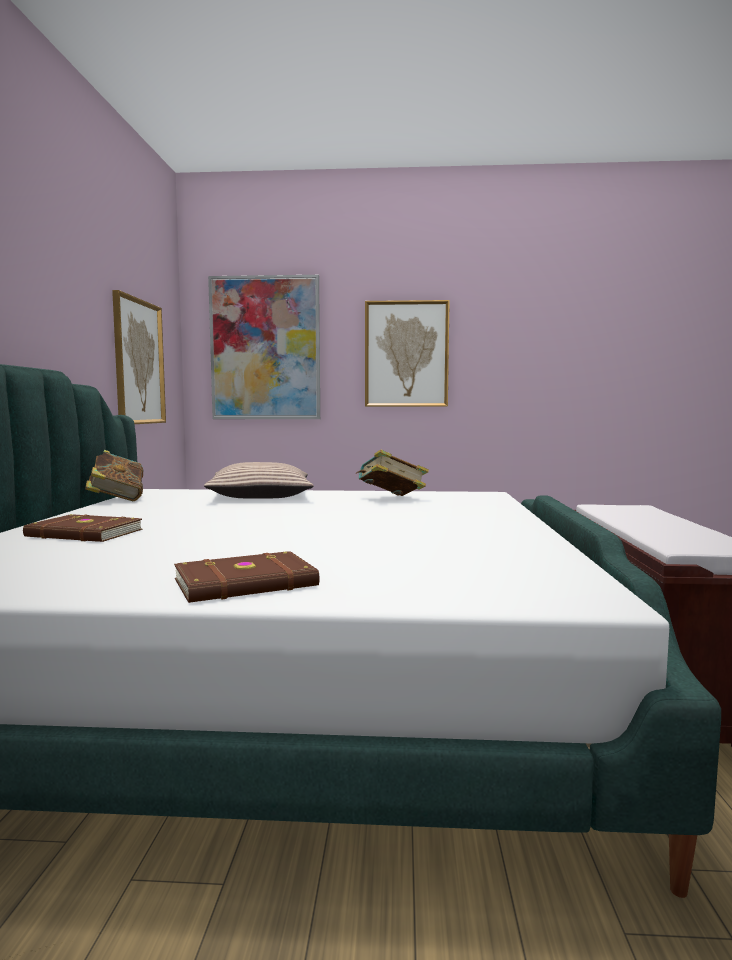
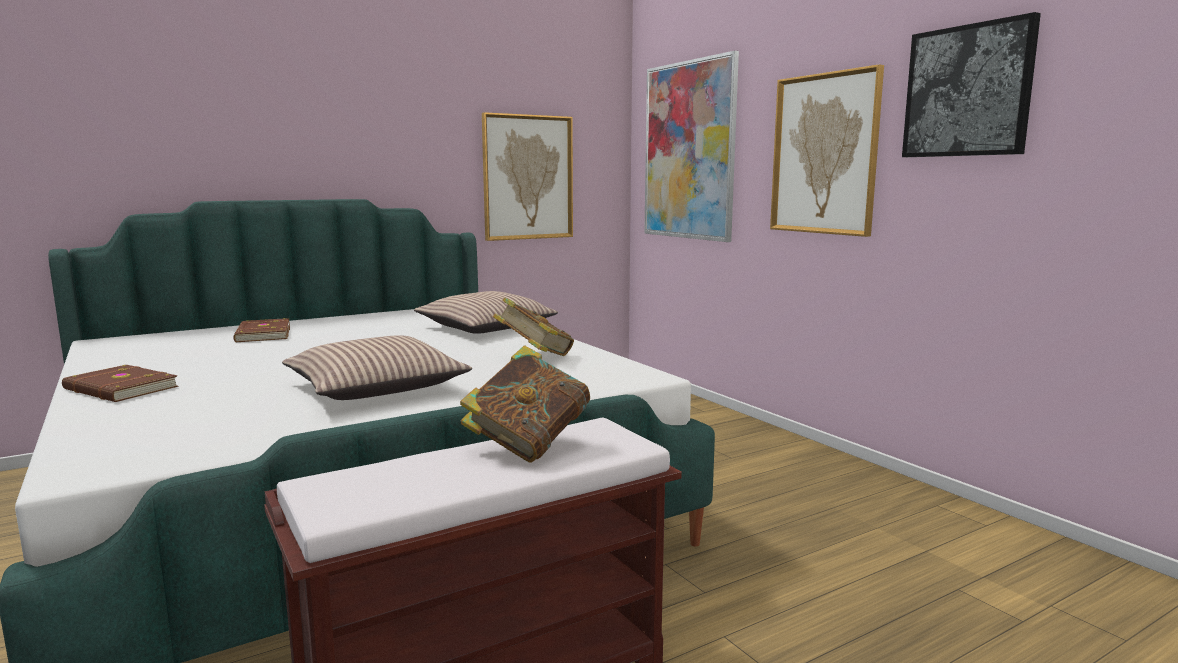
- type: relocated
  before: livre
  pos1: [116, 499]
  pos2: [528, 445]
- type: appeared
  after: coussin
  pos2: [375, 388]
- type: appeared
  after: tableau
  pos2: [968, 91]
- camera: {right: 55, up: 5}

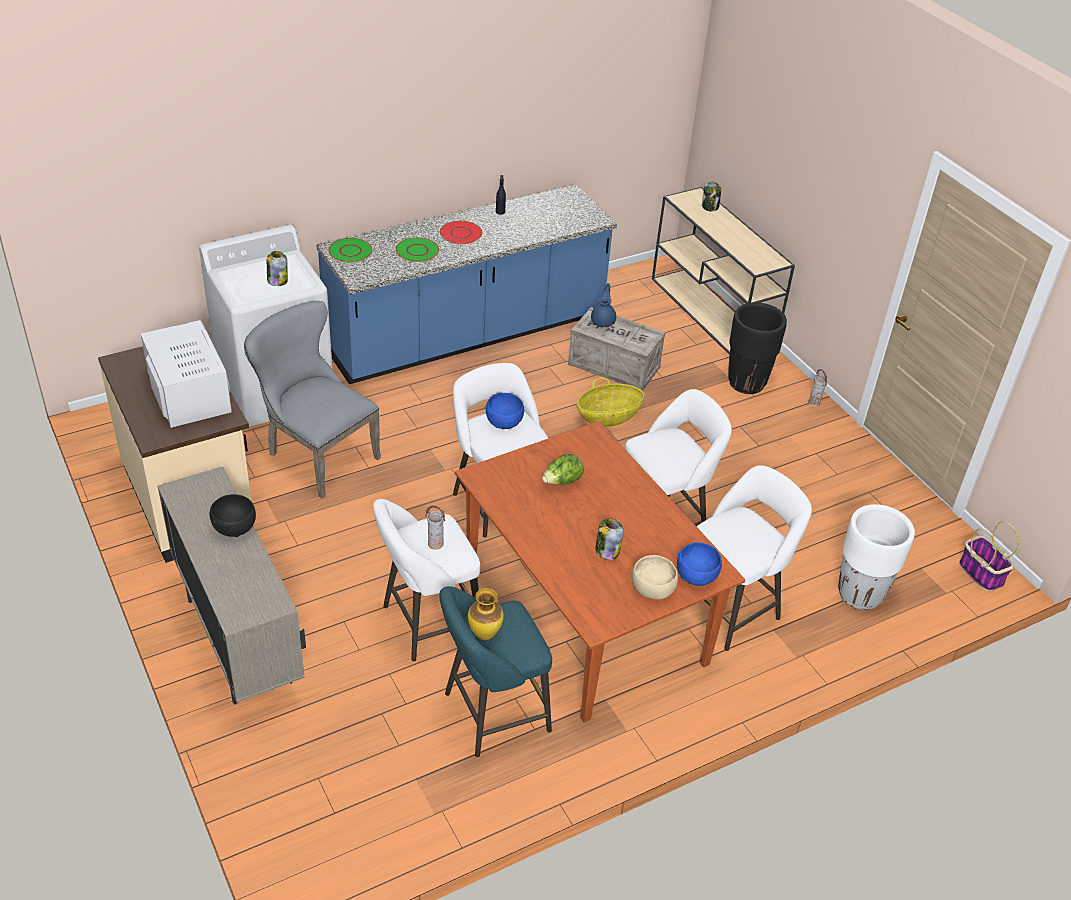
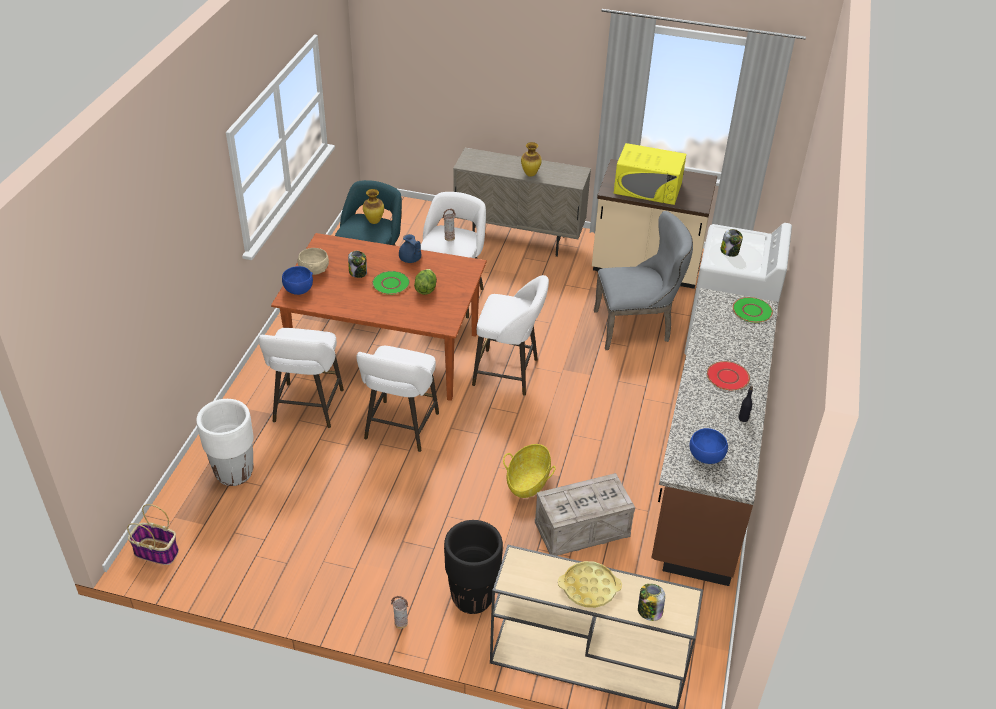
- type: colour
  before: micro-ondes/blanc
  after: micro-ondes/jaune
  pos1: [189, 392]
  pos2: [648, 188]
- type: exchanged
  before: bol/noir
  after: vase
  pos1: [234, 527]
  pos2: [530, 174]
- type: colour
  before: comptoir de cuisine/bleu
  after: comptoir de cuisine/marron
  pos1: [467, 336]
  pos2: [705, 470]
- type: relocated
  before: assiette/vert
  pos1: [417, 251]
  pos2: [391, 283]
- type: relocated
  before: bol/bleu
  pos1: [504, 422]
  pos2: [706, 456]
- type: relocated
  before: théière/bleu
  pos1: [603, 321]
  pos2: [410, 259]
- type: appeared
  after: plateau/jaune
  pos2: [589, 588]
- camera: {right: 135, up: 0}

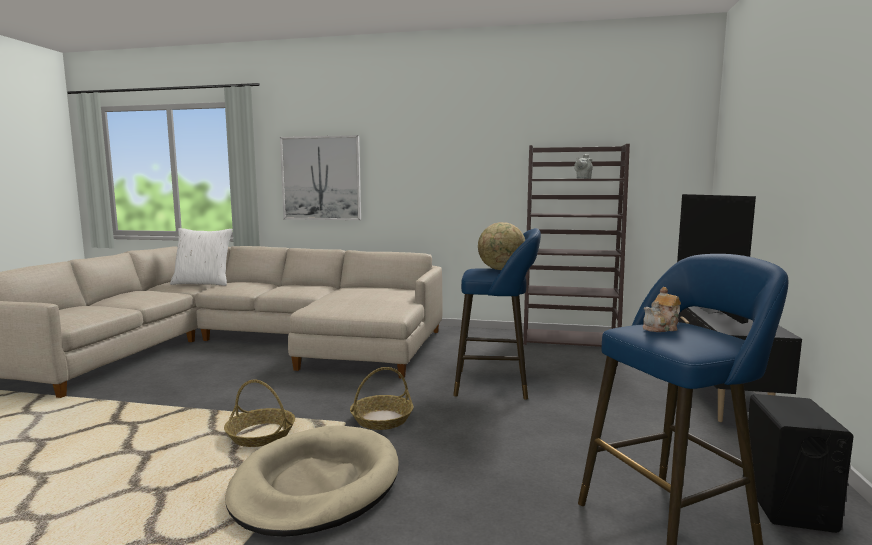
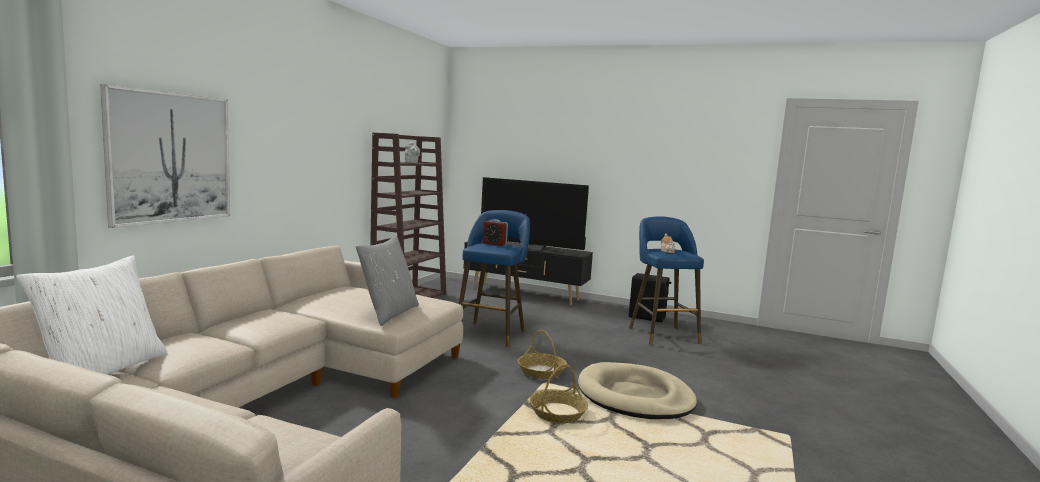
- type: exchanged
  before: globe
  after: réveil
  pos1: [501, 269]
  pos2: [494, 244]
- type: appeared
  after: coussin/gris
  pos2: [388, 313]
- camera: {right: -80, up: 0}

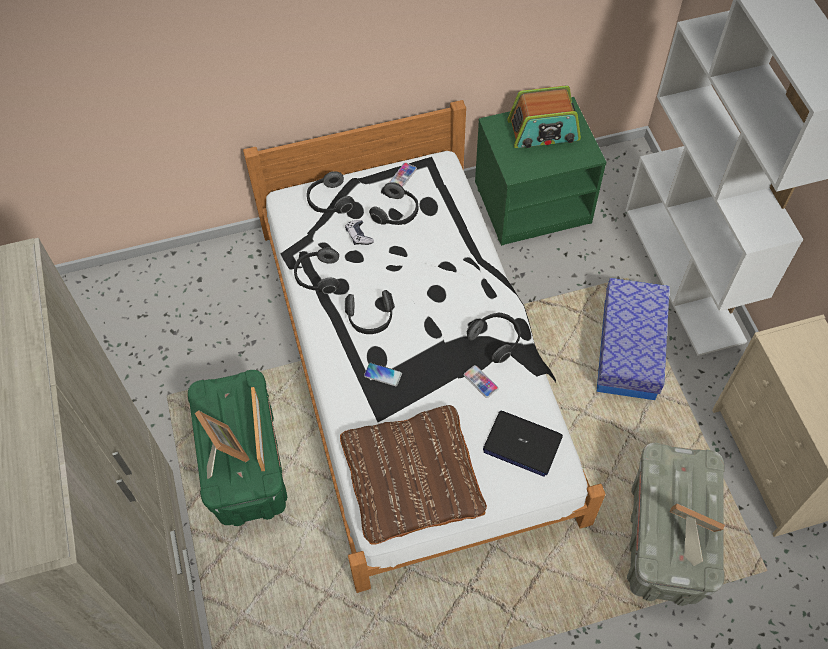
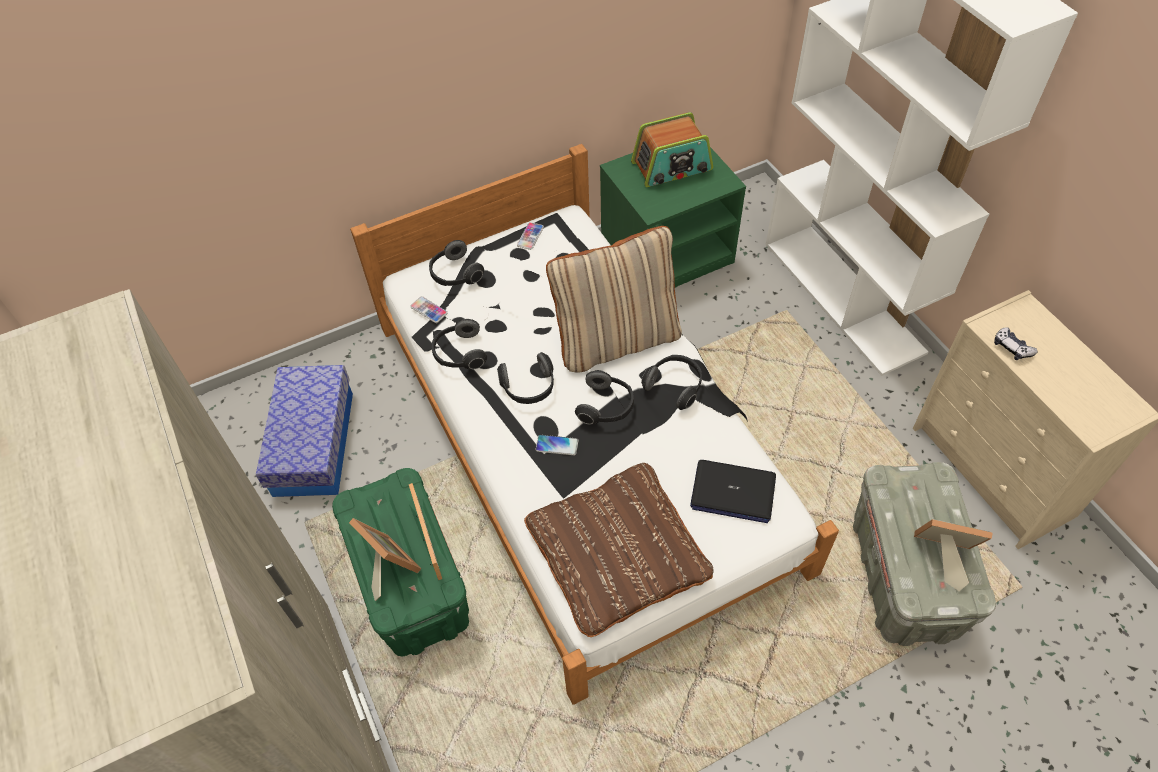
- type: relocated
  before: manette
  pos1: [359, 236]
  pos2: [1012, 348]
- type: relocated
  before: casque audio
  pos1: [396, 213]
  pos2: [606, 407]
- type: relocated
  before: téléphone
  pos1: [480, 382]
  pos2: [429, 310]
- type: relocated
  before: boîte de rangement
  pos1: [628, 350]
  pos2: [313, 443]
- type: appeared
  after: coussin/beige
  pos2: [616, 339]
- camera: {right: -10, up: -5}

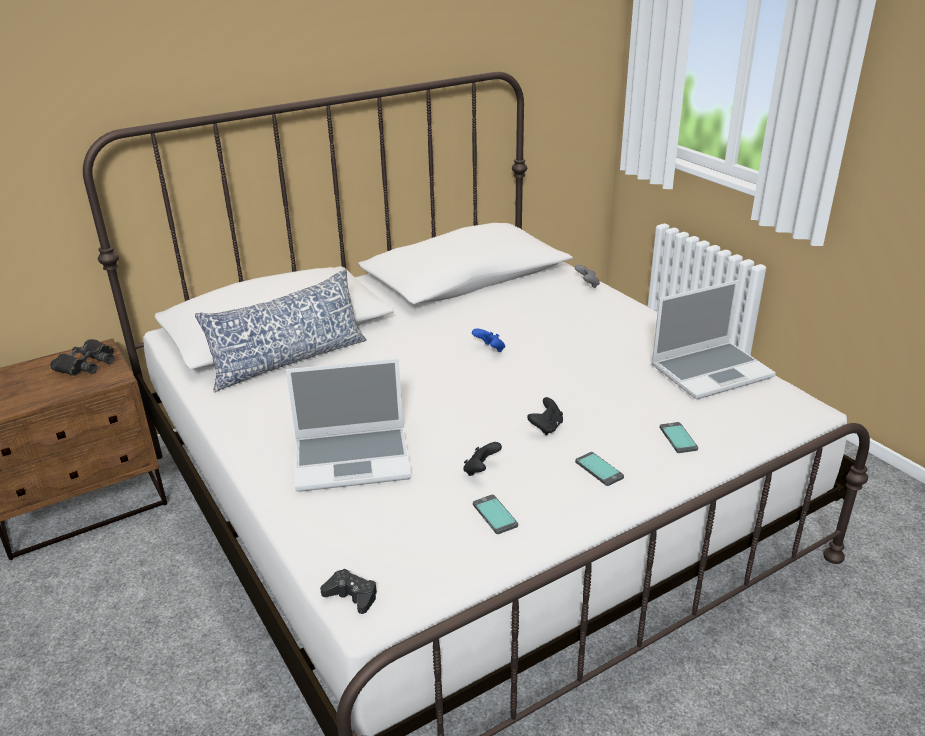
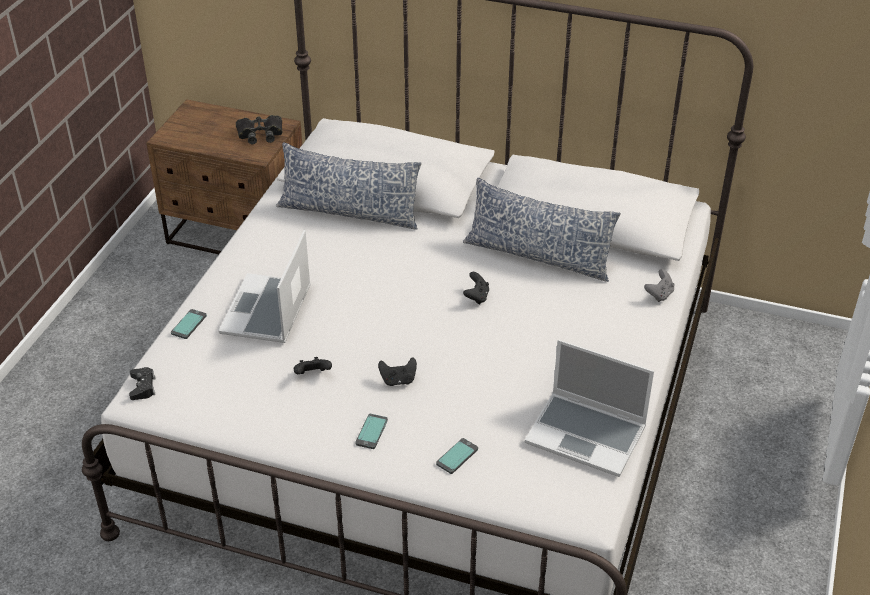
- type: spun
  before: ordinateur portable
  pos1: [354, 459]
  pos2: [267, 311]
  turn: 60
- type: colour
  before: manette/bleu
  after: manette/noir
  pos1: [490, 349]
  pos2: [476, 297]
- type: relocated
  before: téléphone
  pos1: [494, 515]
  pos2: [188, 324]
- type: appeared
  after: coussin
  pos2: [538, 256]
- camera: {right: 50, up: 10}

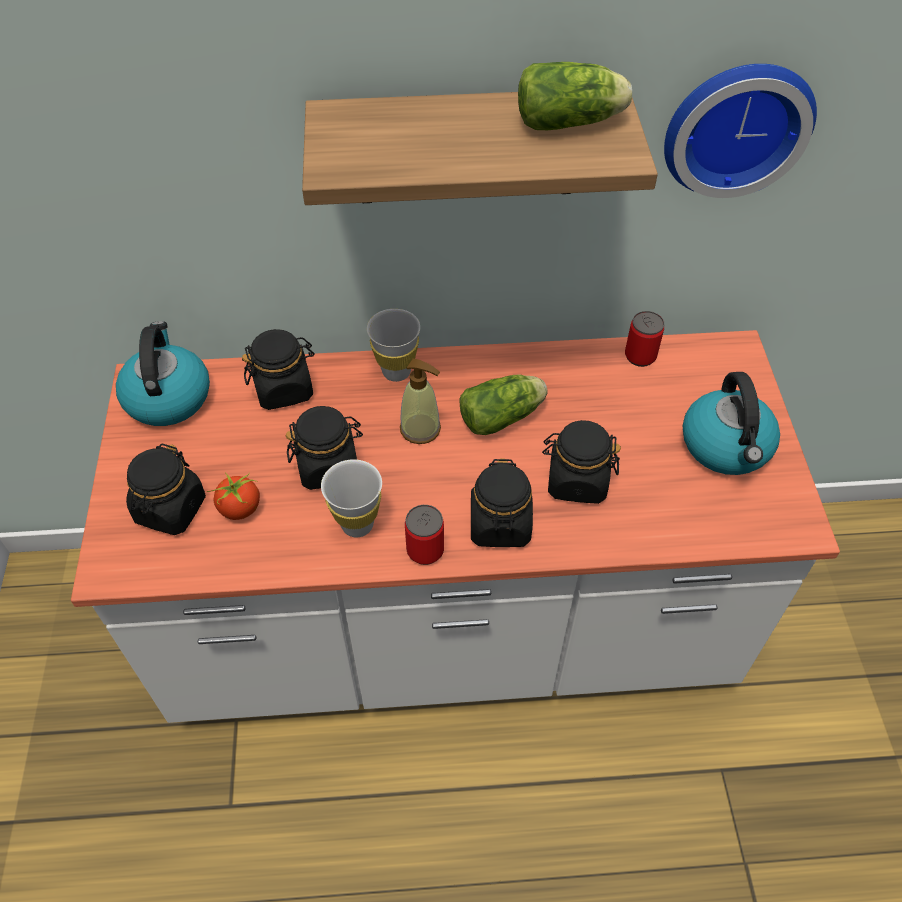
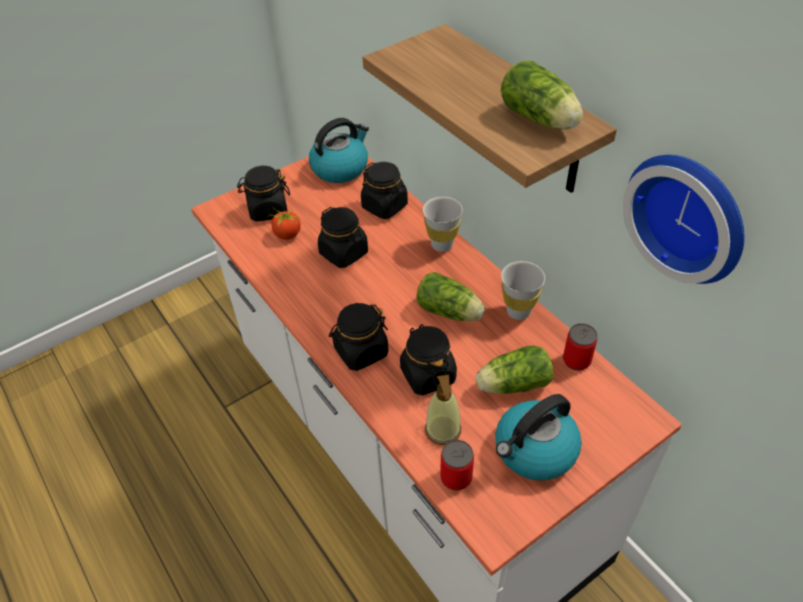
- type: relocated
  before: tasse/blanc
  pos1: [357, 524]
  pos2: [518, 311]
- type: relocated
  before: distributeur de savon
  pos1: [420, 429]
  pos2: [443, 430]
- type: relocated
  before: boîte métallique
  pos1: [425, 550]
  pos2: [456, 477]
- type: appeared
  after: laitue
  pos2: [511, 384]
- camera: {right: 60, up: -5}

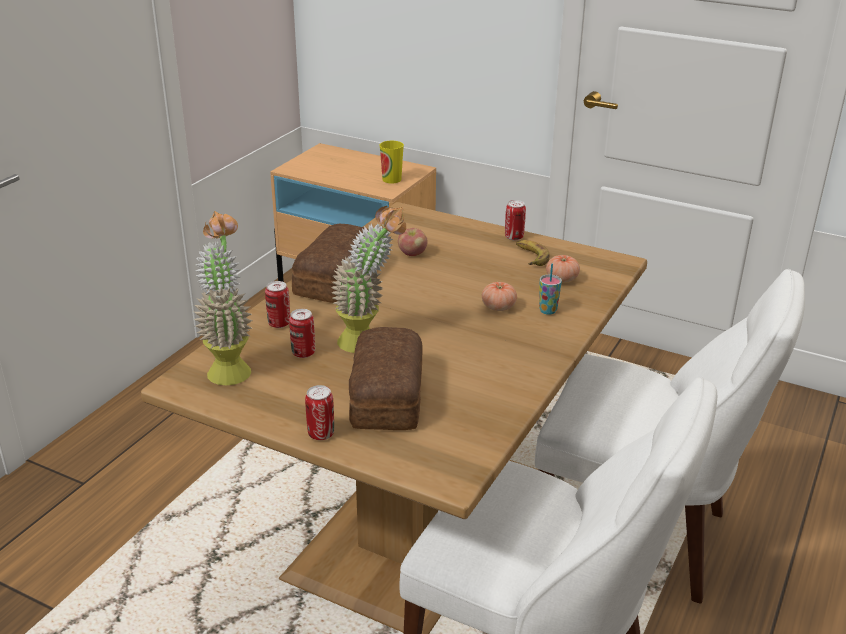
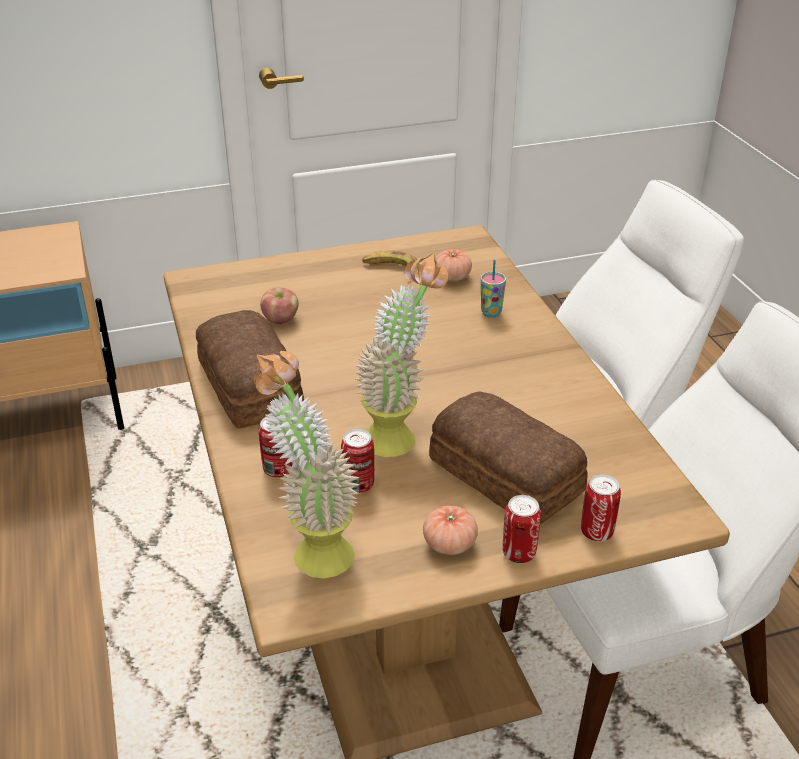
- type: missing
  before: tasse
  pos1: [391, 179]
- type: relocated
  before: tomate
  pos1: [498, 307]
  pos2: [449, 544]
- type: relocated
  before: boîte métallique
  pos1: [514, 237]
  pos2: [596, 532]
- camera: {right: -45, up: 5}

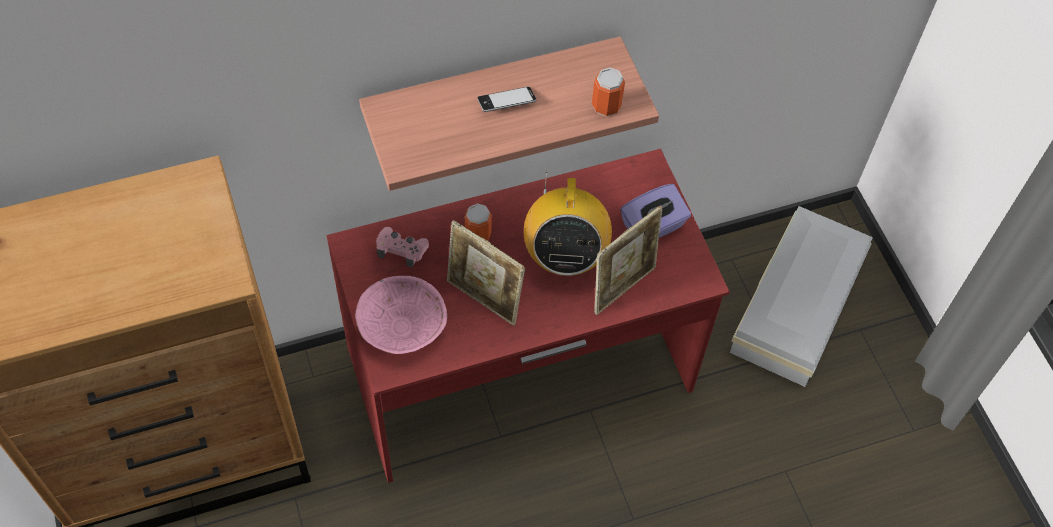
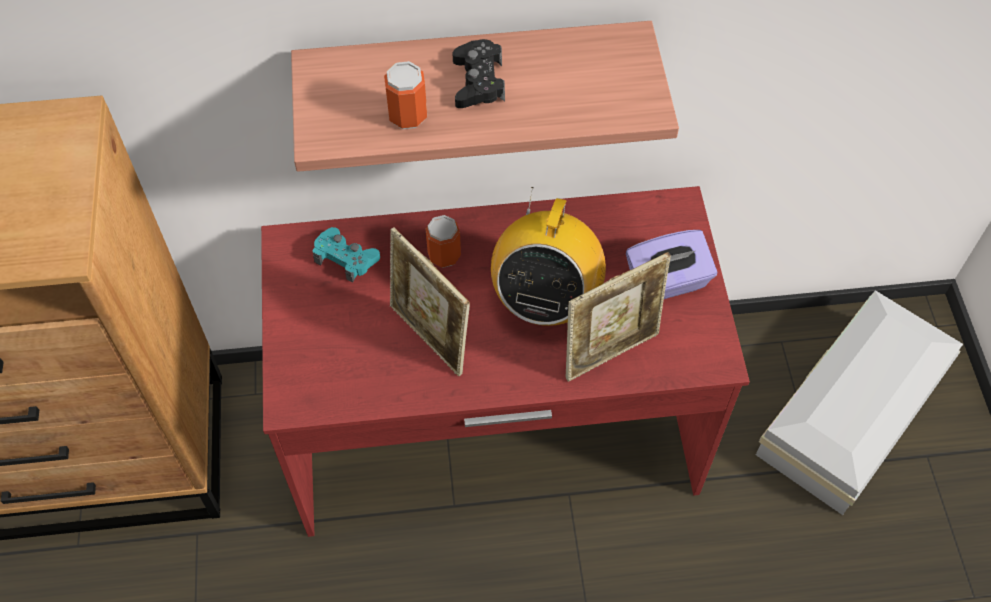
- type: missing
  before: bol/rose
  pos1: [401, 325]
- type: colour
  before: manette/rose
  after: manette/turquoise
  pos1: [401, 249]
  pos2: [346, 258]
- type: exchanged
  before: téléphone
  after: manette/noir
  pos1: [506, 102]
  pos2: [478, 82]
- type: relocated
  before: boîte métallique
  pos1: [606, 106]
  pos2: [408, 116]
- camera: {right: 15, up: 0}

